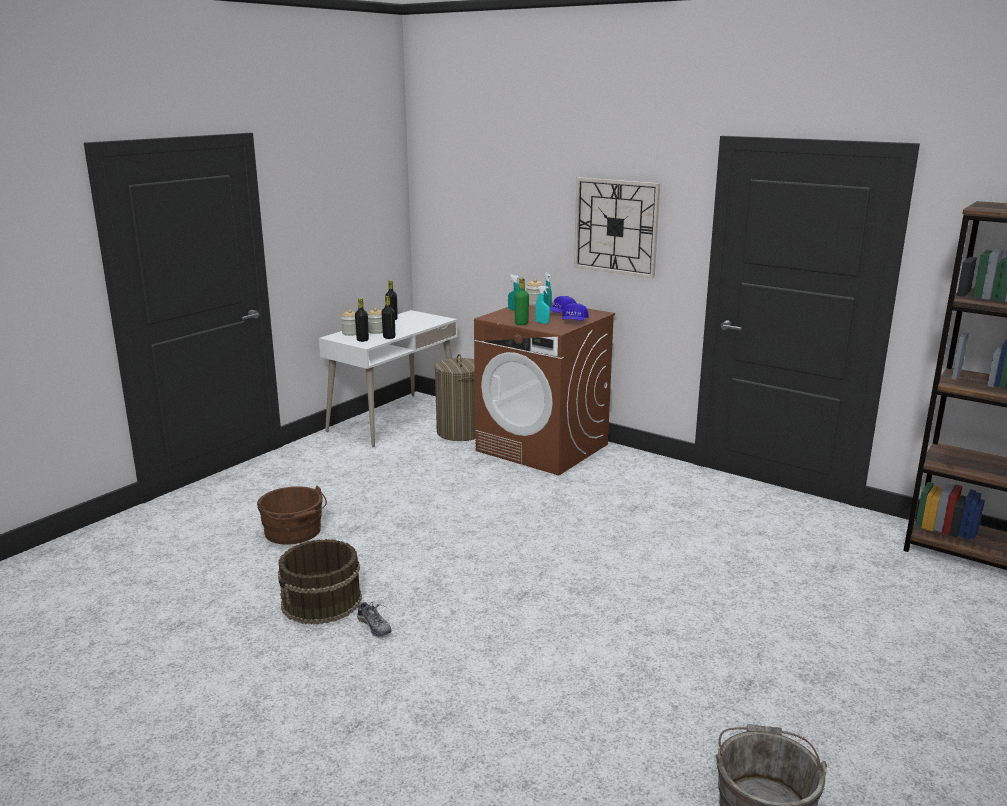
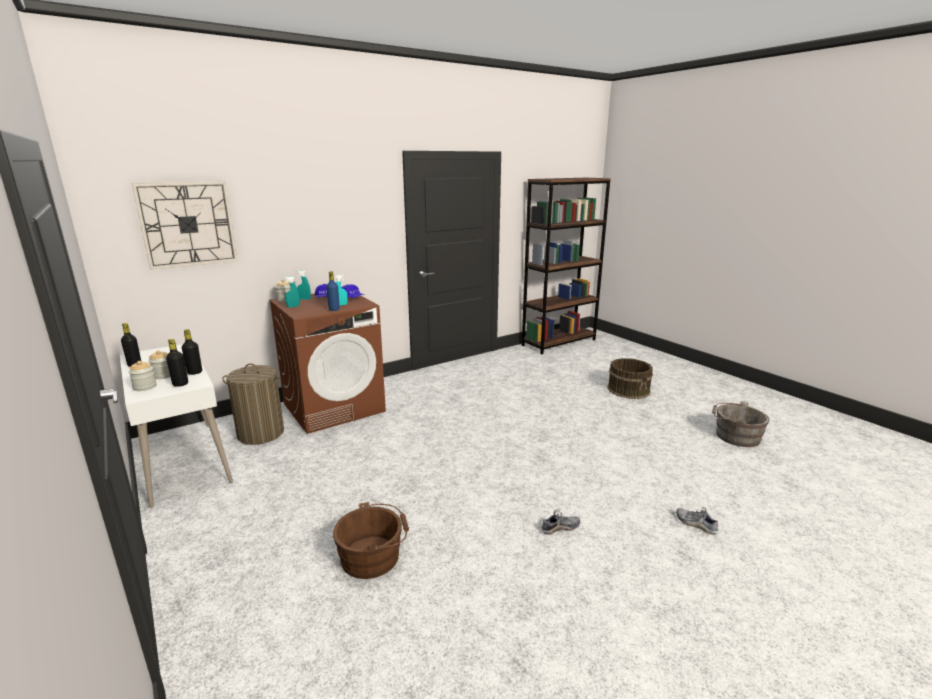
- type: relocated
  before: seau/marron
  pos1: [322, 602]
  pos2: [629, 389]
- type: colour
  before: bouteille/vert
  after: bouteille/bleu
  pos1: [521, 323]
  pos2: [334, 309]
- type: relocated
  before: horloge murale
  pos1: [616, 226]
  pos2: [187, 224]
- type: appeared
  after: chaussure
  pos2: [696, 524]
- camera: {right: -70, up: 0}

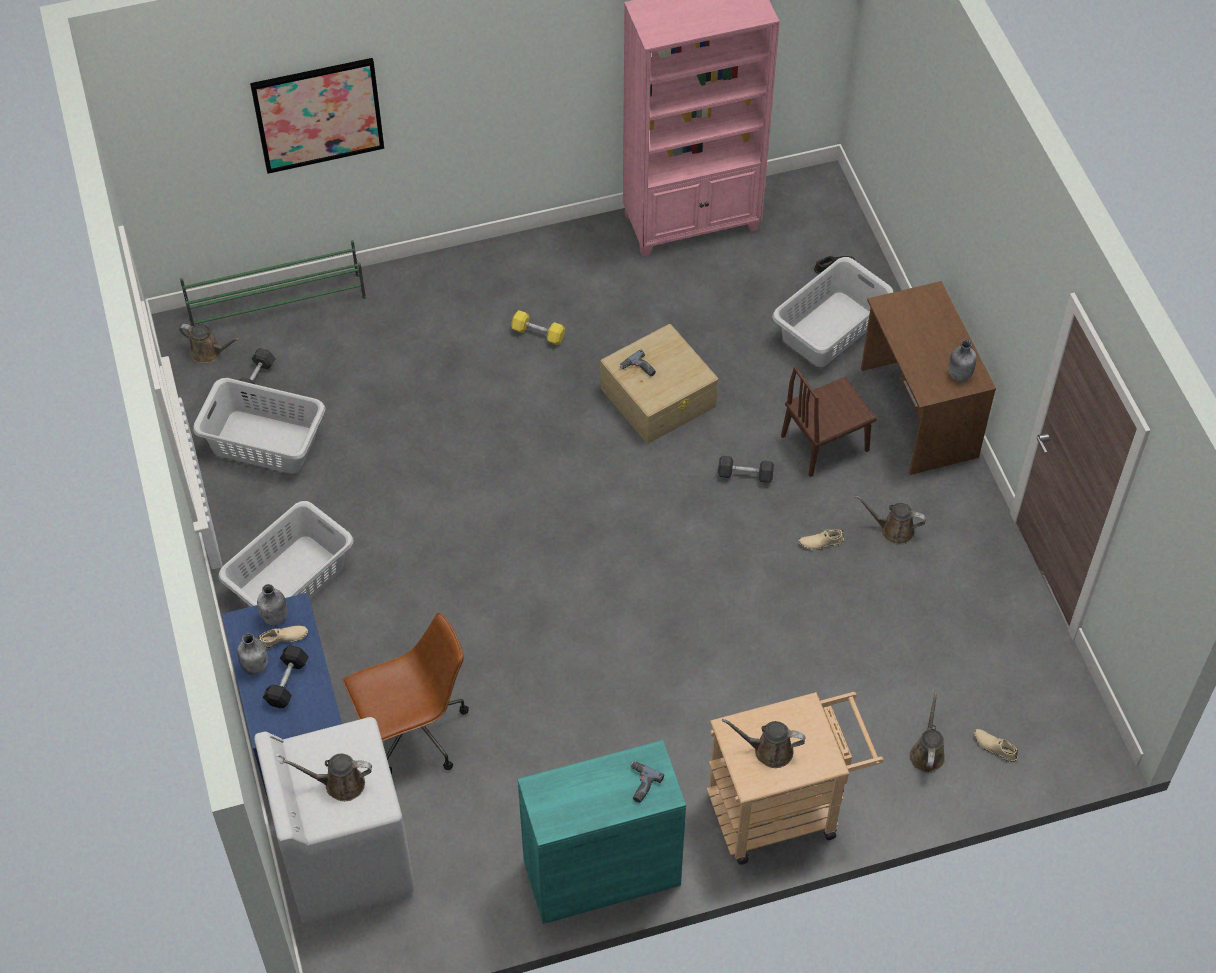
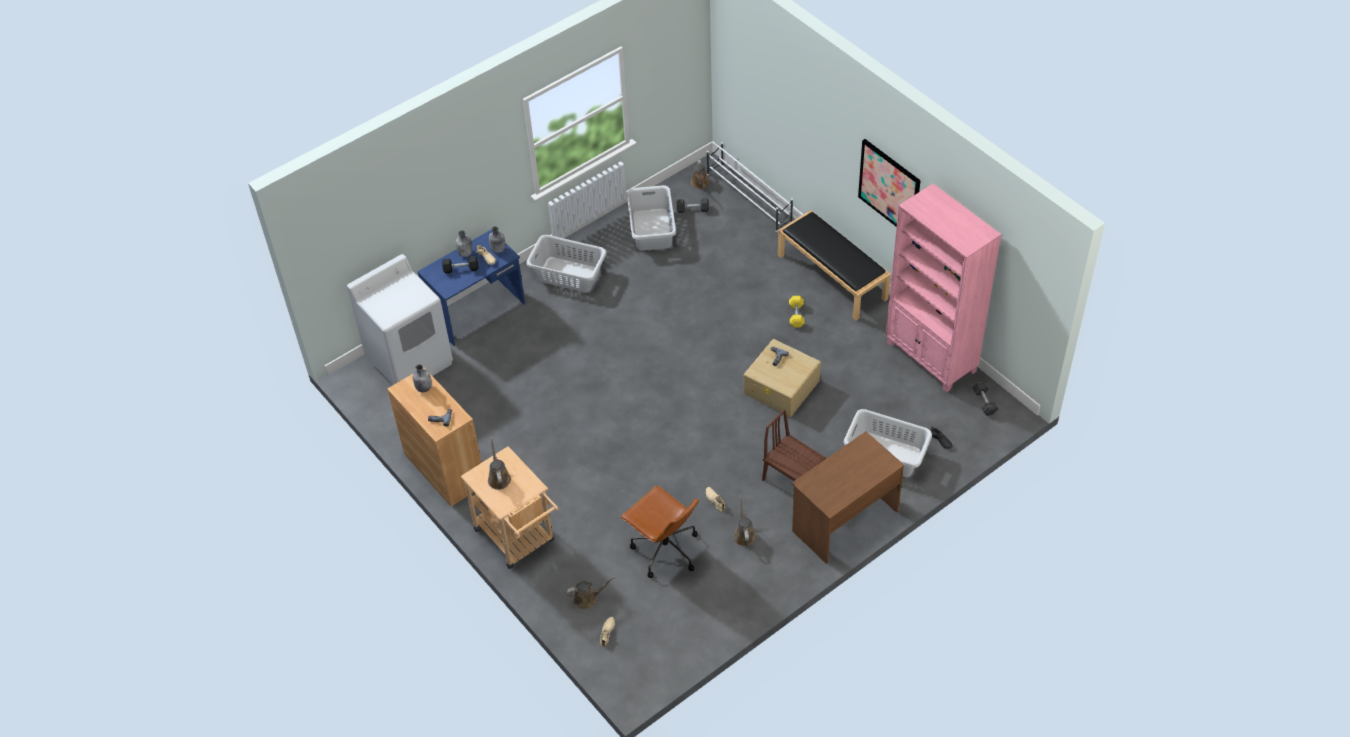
- type: colour
  before: étagère à chaussures/vert
  after: étagère à chaussures/blanc
  pos1: [278, 305]
  pos2: [749, 198]
- type: relocated
  before: tableau
  pos1: [318, 114]
  pos2: [889, 188]
- type: missing
  before: arrosoir/marron
  pos1: [340, 784]
- type: relocated
  before: chaise de bureau/marron
  pos1: [413, 733]
  pos2: [664, 550]
- type: colour
  before: meuble de rangement/turquoise
  after: meuble de rangement/marron
  pos1: [601, 873]
  pos2: [444, 469]
- type: relocated
  before: haltère/gris
  pos1: [745, 475]
  pos2: [984, 402]
- type: relocated
  before: bouteille/gris
  pos1: [959, 374]
  pos2: [424, 387]
- type: appeared
  after: banc/noir
  pos2: [833, 277]
- camera: {right: 70, up: -5}

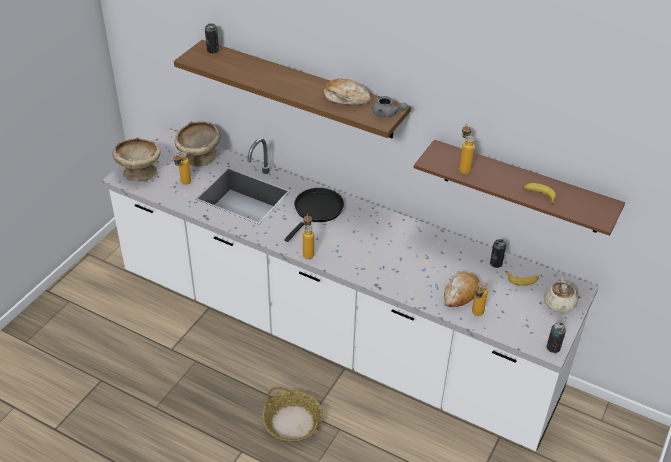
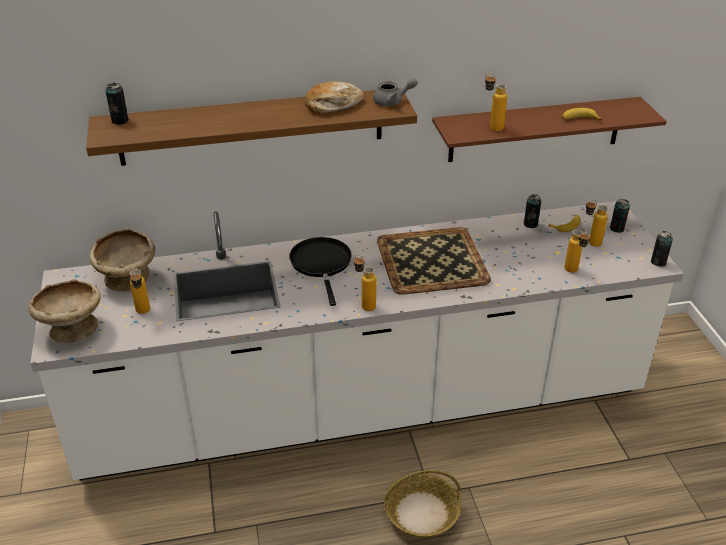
- type: missing
  before: pain
  pos1: [461, 293]
- type: exchanged
  before: théière/beige
  after: boîte métallique
  pos1: [559, 305]
  pos2: [617, 229]
- type: appeared
  after: plateau
  pos2: [431, 261]
- type: appeared
  after: bouteille
  pos2: [589, 243]
- camera: {right: -40, up: -5}

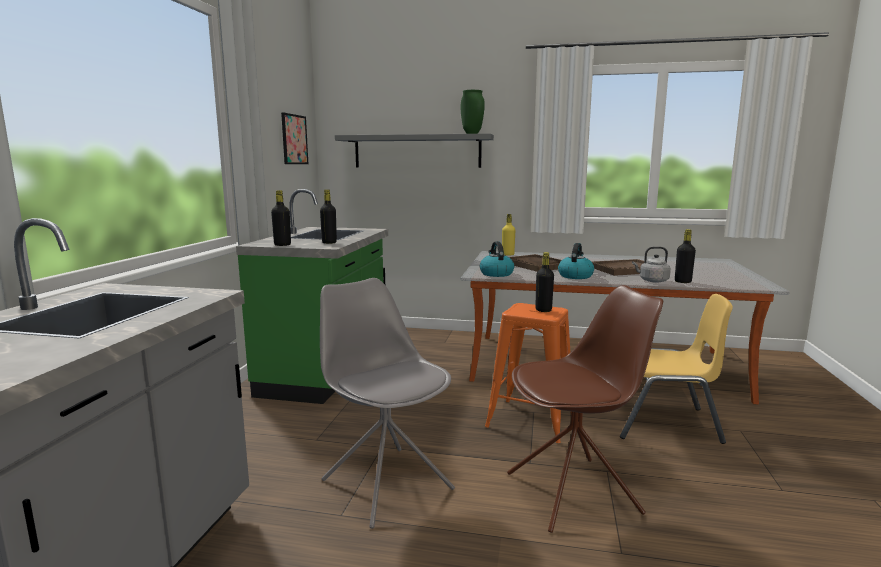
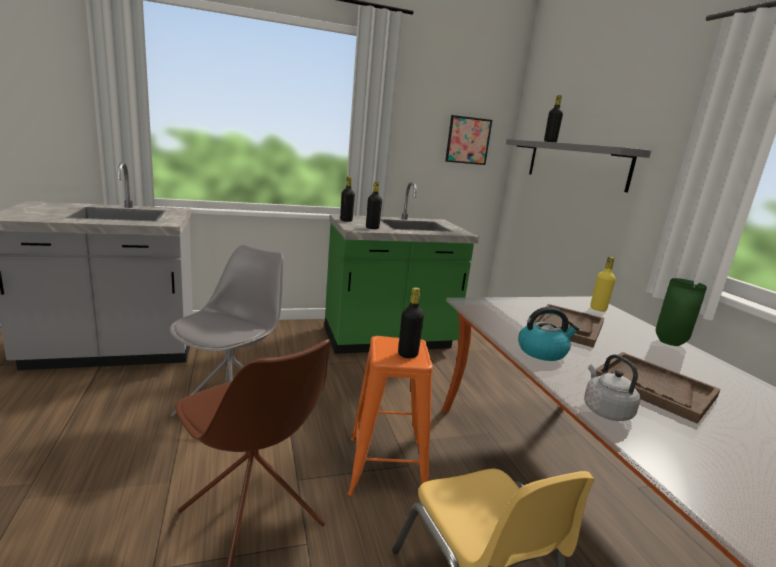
- type: relocated
  before: vase/vert
  pos1: [471, 134]
  pos2: [668, 342]
- type: missing
  before: bouilloire
  pos1: [496, 274]
- type: relocated
  before: bouteille/noir
  pos1: [682, 282]
  pos2: [550, 142]
- camera: {right: 60, up: 5}

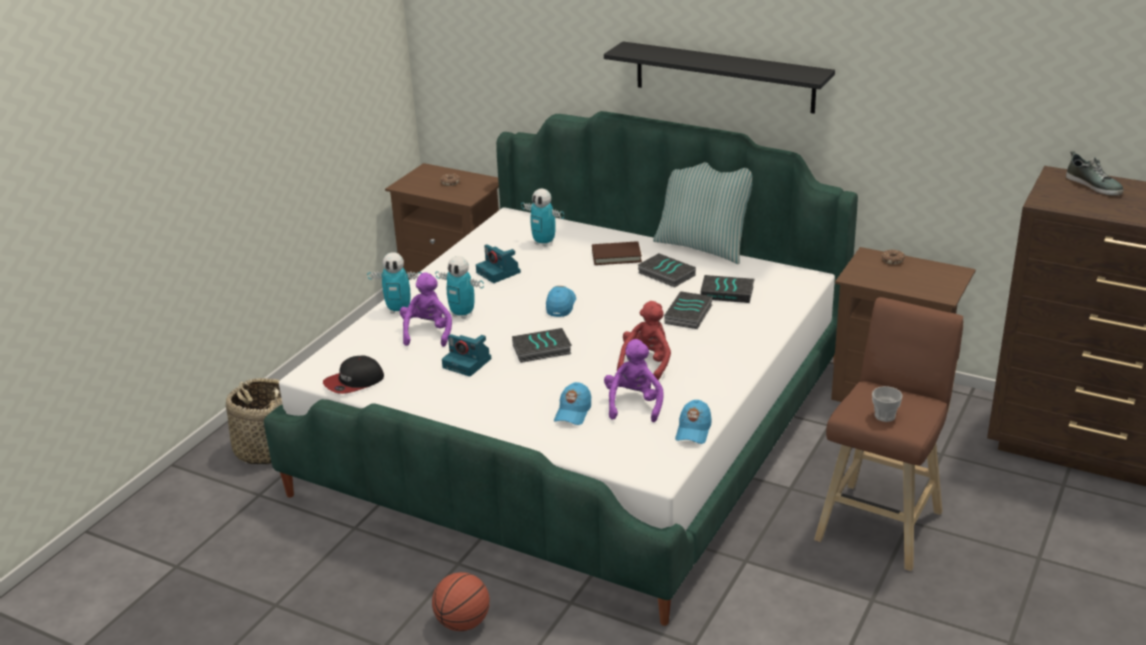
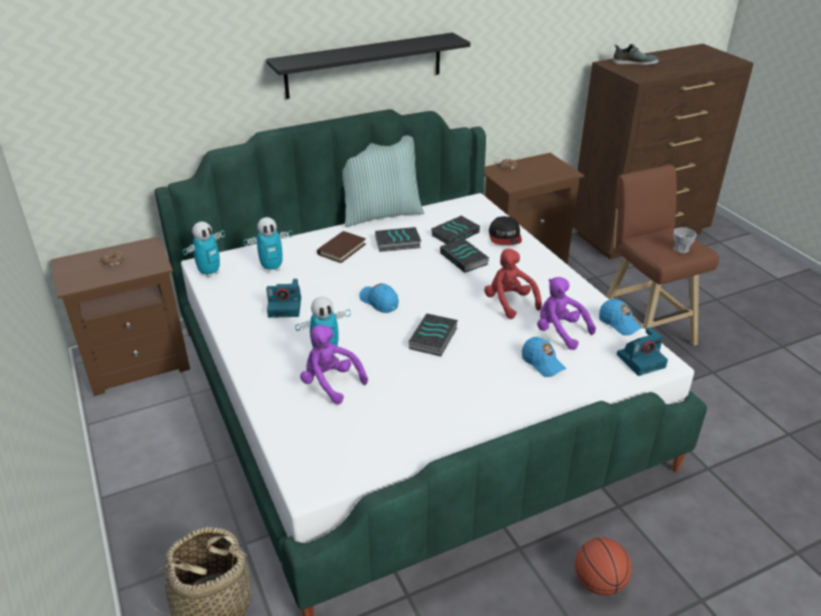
- type: relocated
  before: casquette
  pos1: [354, 382]
  pos2: [505, 237]
- type: relocated
  before: robot jouet
  pos1: [399, 310]
  pos2: [210, 273]
- type: relocated
  before: appareil photo
  pos1: [468, 363]
  pos2: [641, 360]
- camera: {right: -55, up: 5}

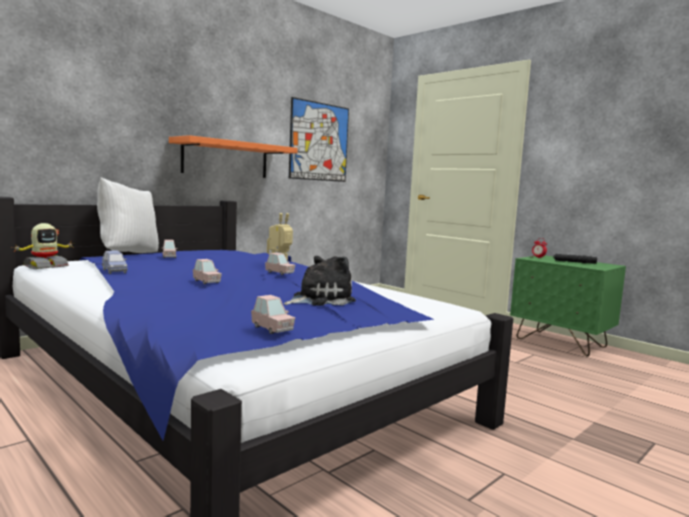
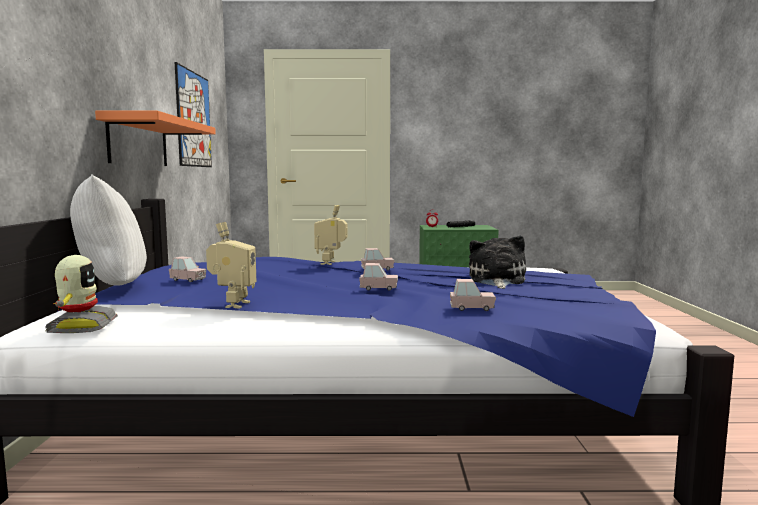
- type: exchanged
  before: petite voiture/bleu
  after: robot jouet
  pos1: [114, 271]
  pos2: [232, 304]
- type: relocated
  before: petite voiture/rose
  pos1: [272, 328]
  pos2: [472, 308]
- camera: {right: -45, up: 0}

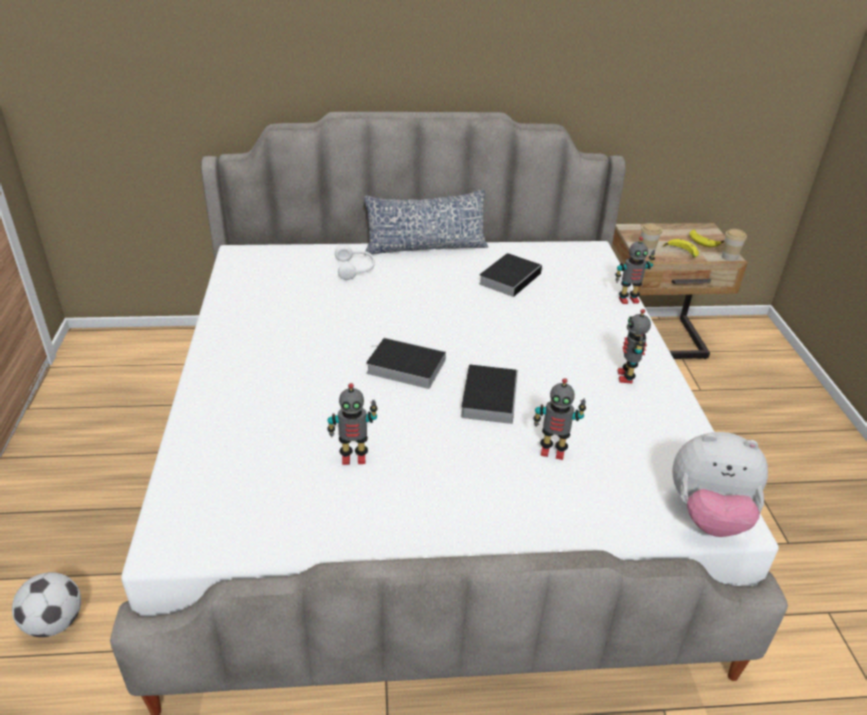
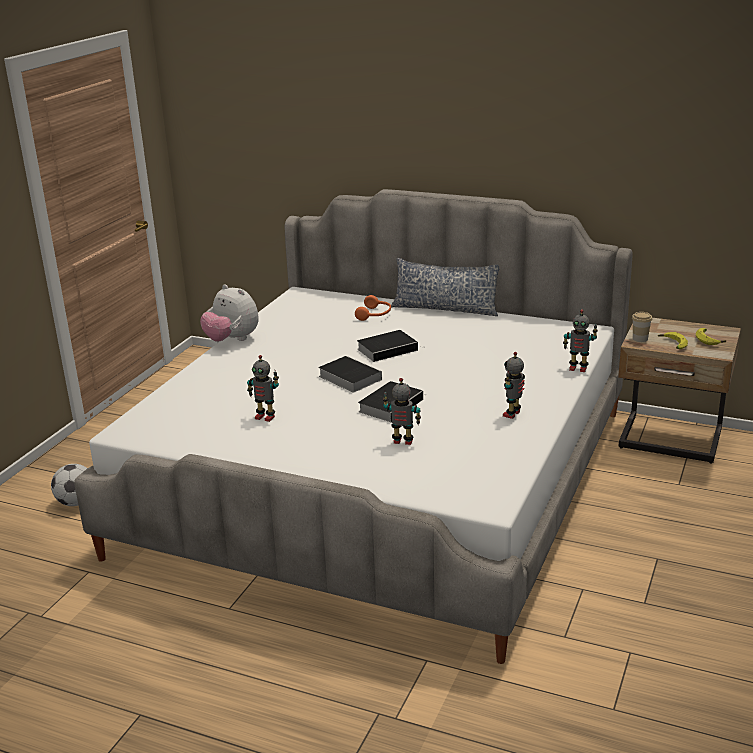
- type: colour
  before: casque audio/blanc
  after: casque audio/orange
  pos1: [355, 269]
  pos2: [375, 315]
- type: relocated
  before: livre
  pos1: [510, 278]
  pos2: [388, 349]
- type: spun
  before: robot jouet
  pos1: [552, 451]
  pos2: [403, 442]
  turn: 150
- type: relocated
  before: peluche
  pos1: [708, 515]
  pos2: [232, 340]
- type: missing
  before: tasse
  pos1: [729, 257]
- camera: {right: 30, up: -10}

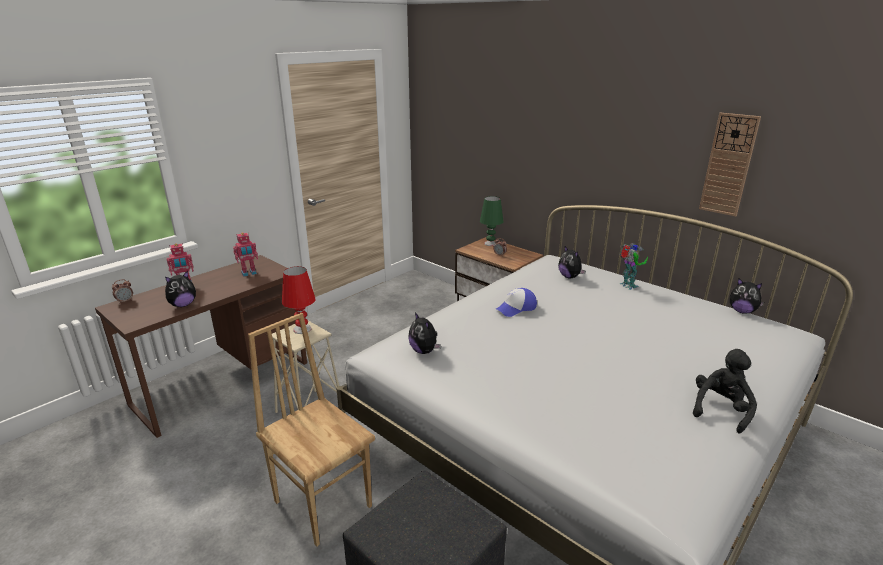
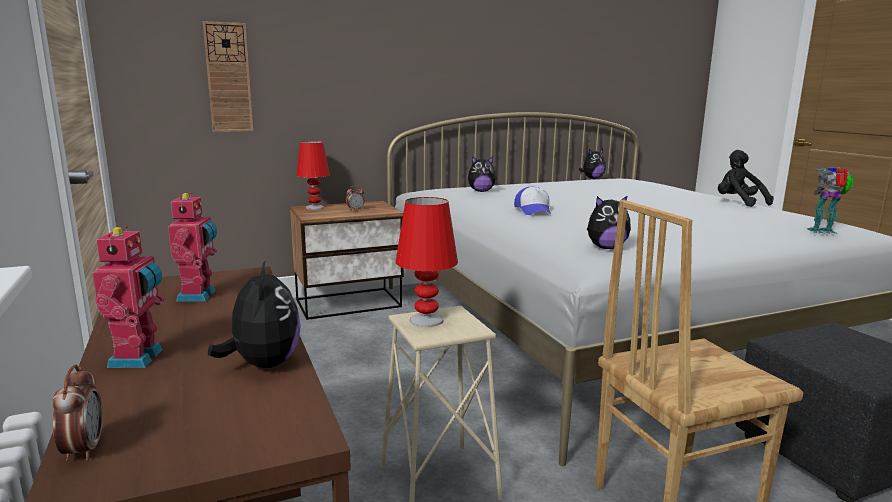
- type: colour
  before: lampe de table/vert
  after: lampe de table/rouge
  pos1: [490, 243]
  pos2: [315, 207]
- type: relocated
  before: robot jouet
  pos1: [628, 286]
  pos2: [823, 232]
- type: relocated
  before: horloge murale
  pos1: [728, 165]
  pos2: [228, 78]
- camera: {right: -65, up: -10}

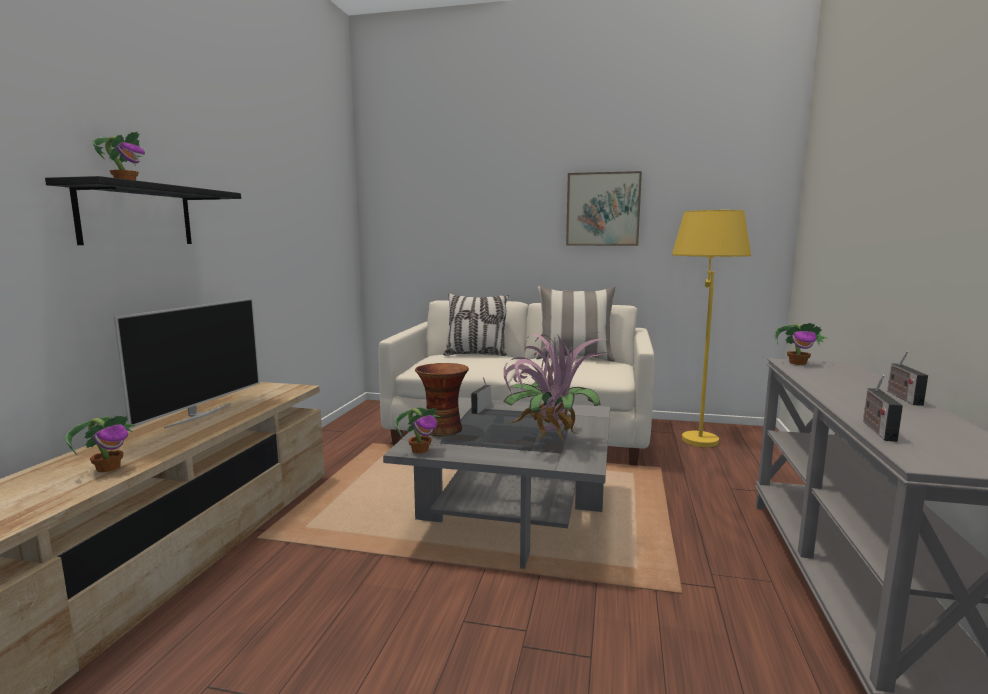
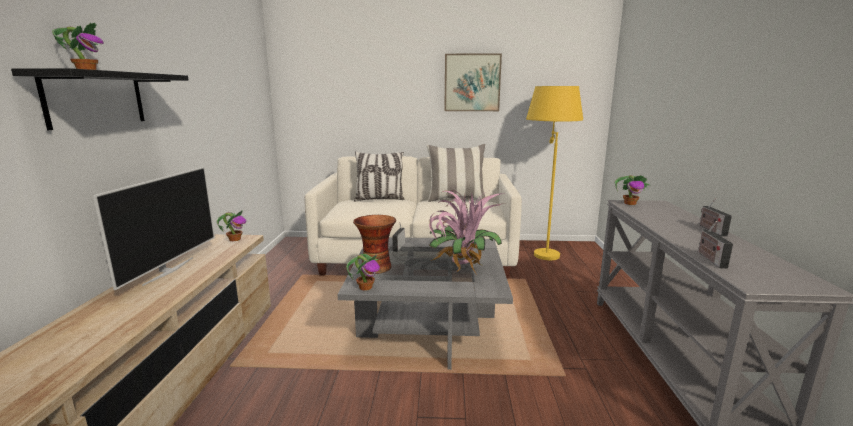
- type: relocated
  before: plante en pot
  pos1: [109, 468]
  pos2: [235, 239]
- camera: {right: -10, up: 5}

